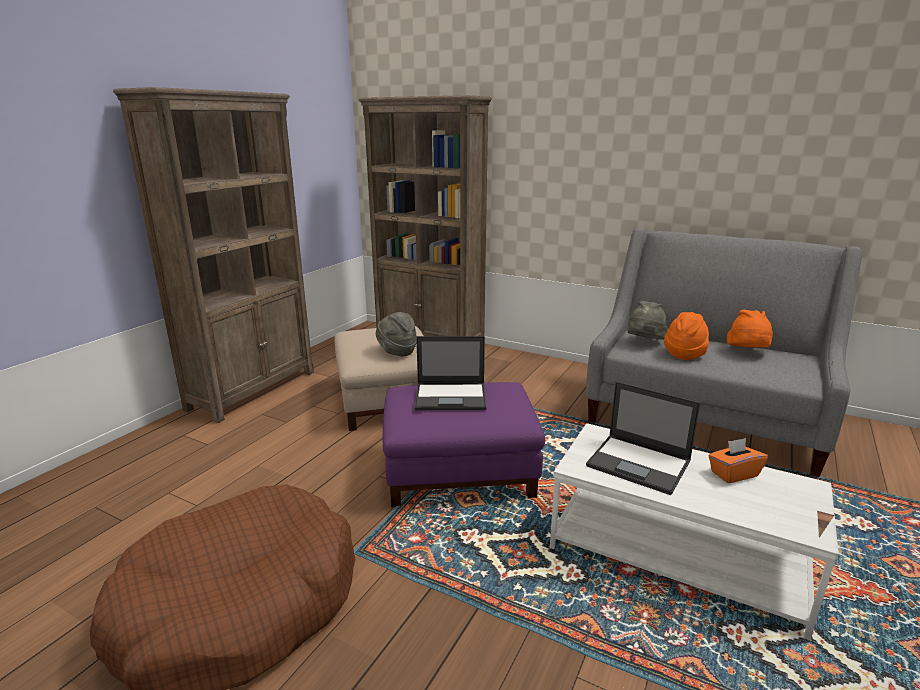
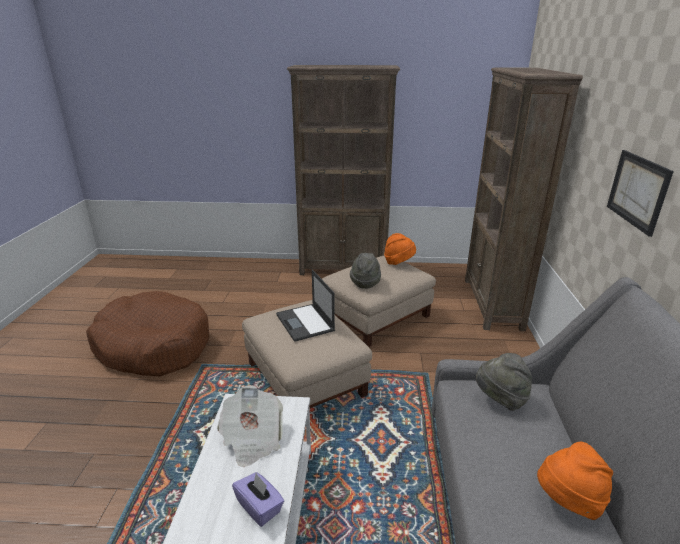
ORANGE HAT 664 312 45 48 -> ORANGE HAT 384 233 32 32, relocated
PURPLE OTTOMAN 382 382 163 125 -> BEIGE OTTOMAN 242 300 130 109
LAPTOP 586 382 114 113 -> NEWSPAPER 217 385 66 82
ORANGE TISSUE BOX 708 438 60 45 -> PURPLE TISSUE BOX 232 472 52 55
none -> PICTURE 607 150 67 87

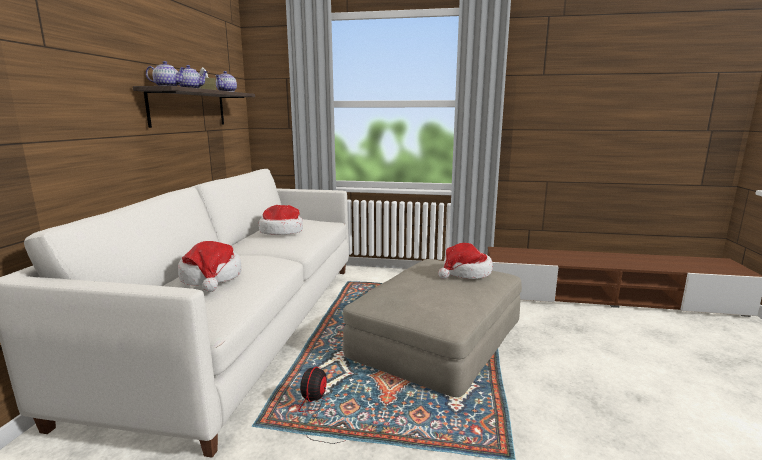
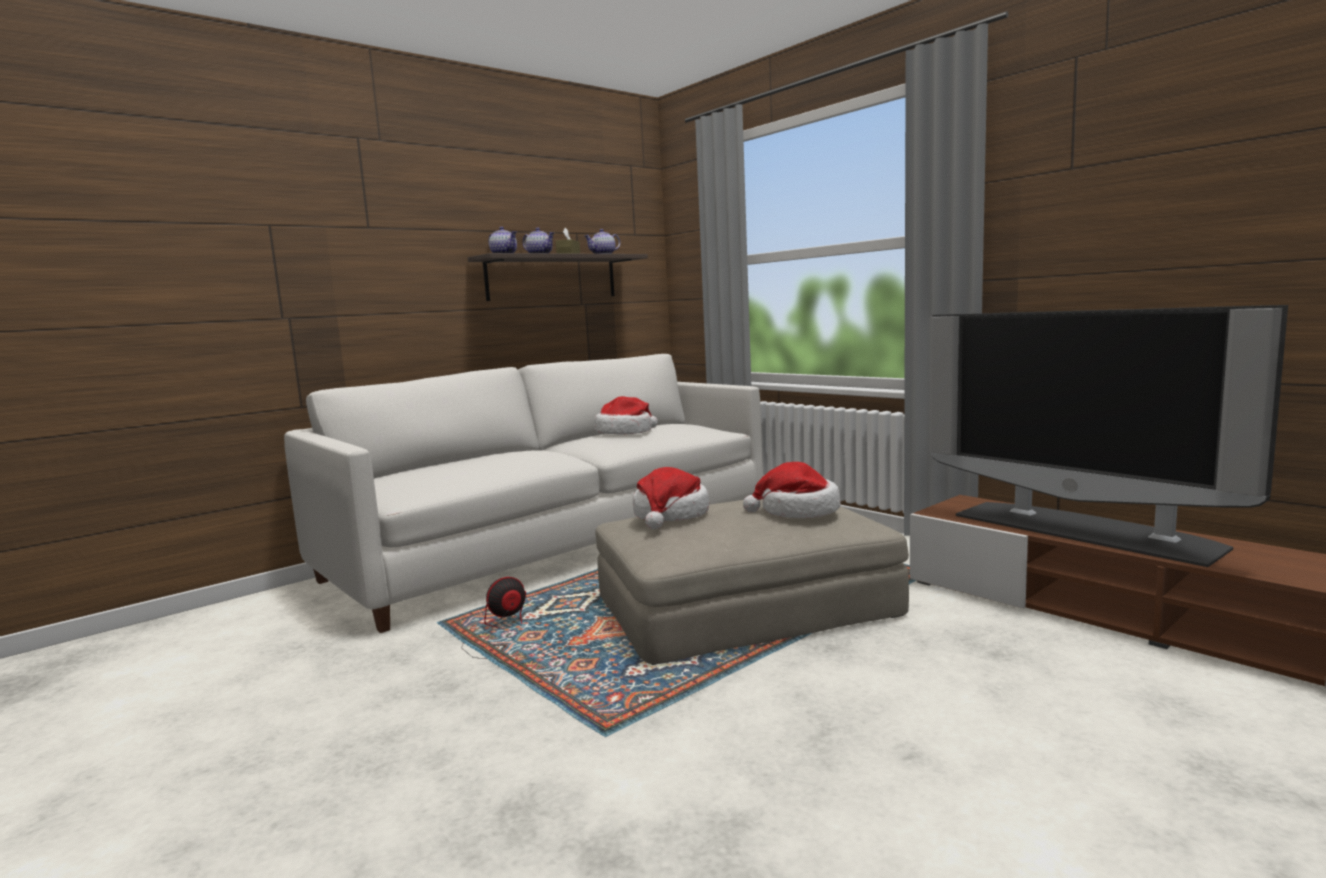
HAT 178 241 64 51 -> HAT 633 467 76 62, relocated
none -> TELEVISION 930 305 358 262

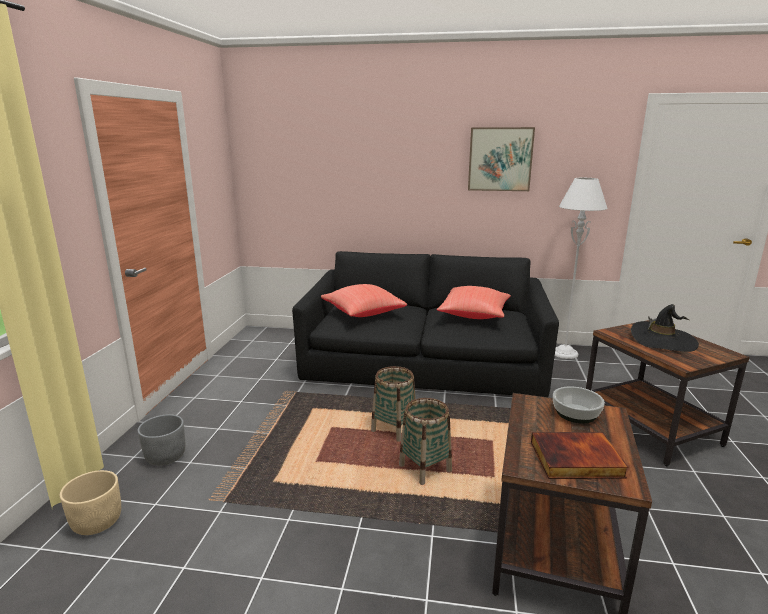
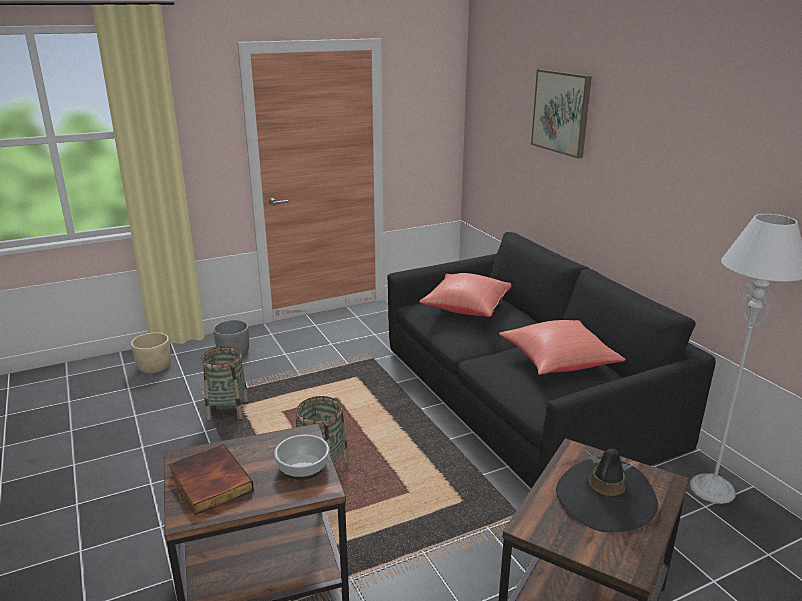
PICTURE 468 127 67 64 -> PICTURE 531 69 61 89, relocated
BASKET 371 366 45 76 -> BASKET 201 346 48 74, relocated

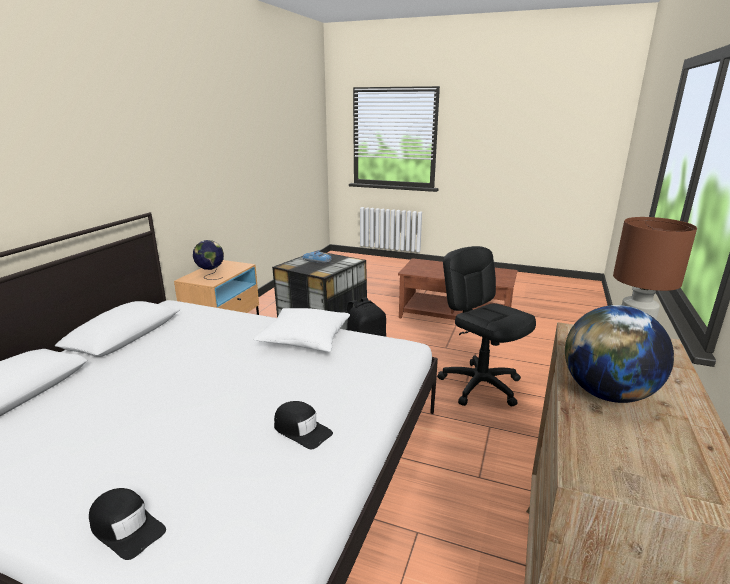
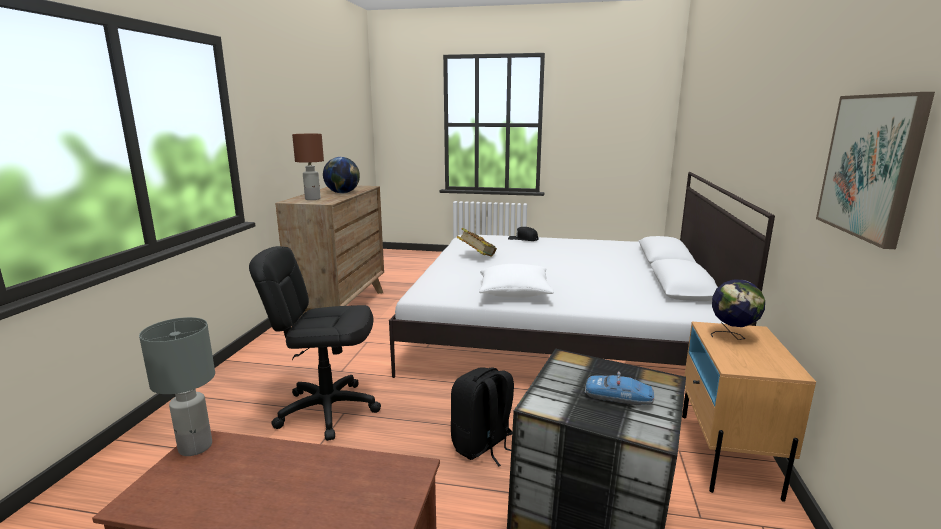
BLACK OFFICE CHAIR 437 246 99 160 -> BLACK OFFICE CHAIR 249 246 132 195, 135 degrees clockwise
BLACK CAP 274 401 59 48 -> BOOK 457 228 40 29
none -> PICTURE 816 92 119 157
none -> GREY TABLE LAMP 139 317 76 139

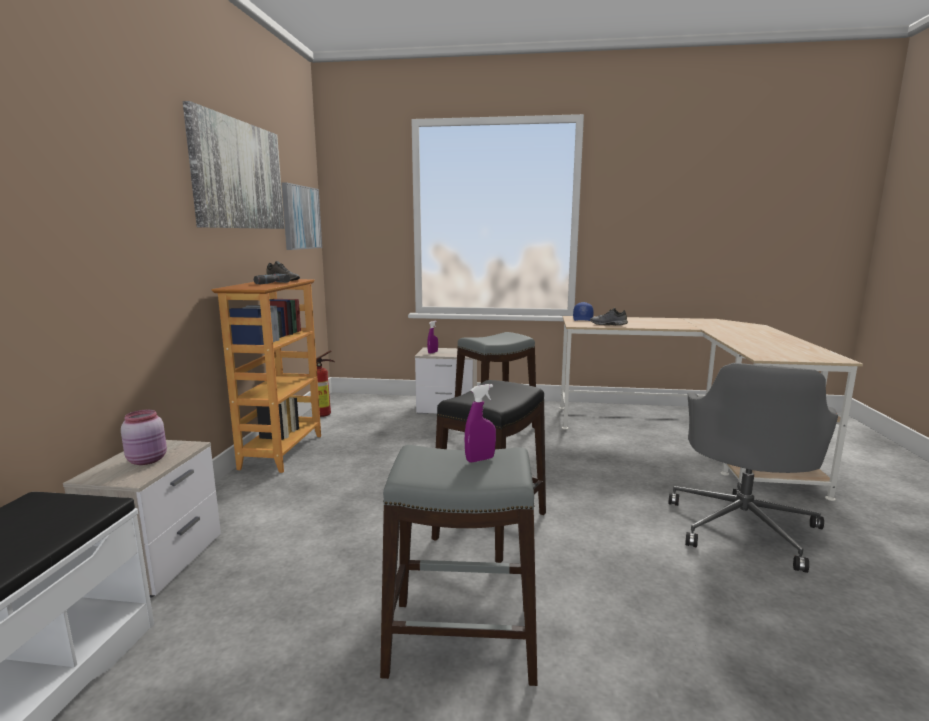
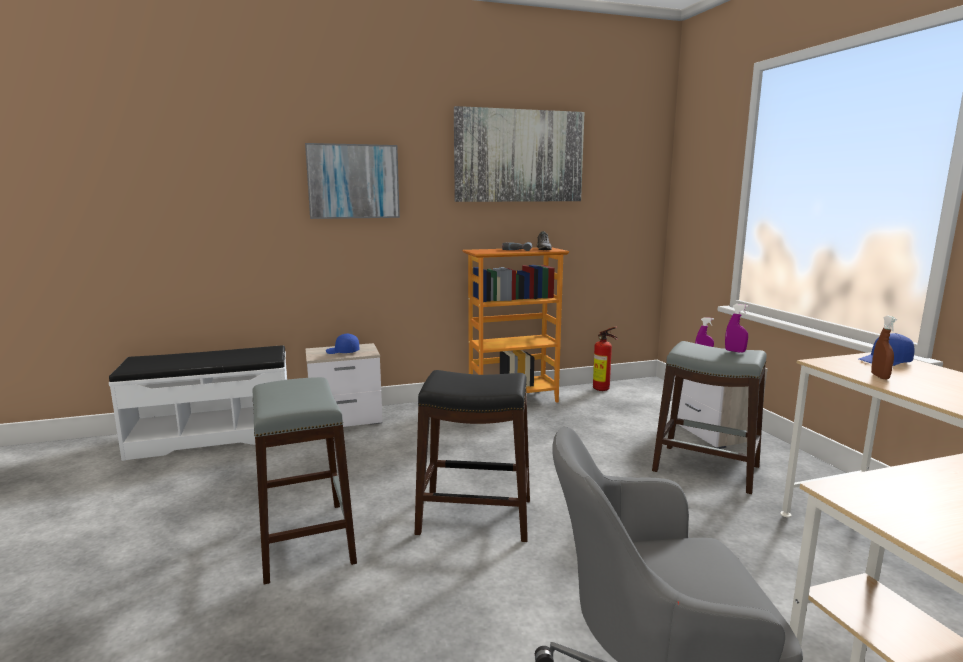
PICTURE 282 182 40 68 -> PICTURE 305 143 95 76, relocated
GREY SHOE 590 308 38 17 -> BROWN SPRAY BOTTLE 871 316 26 63
PURPLE SPRAY BOTTLE 465 384 31 79 -> PURPLE SPRAY BOTTLE 725 304 24 49, relocated
PINK JAR 121 410 46 55 -> BLUE CAP 326 334 33 20

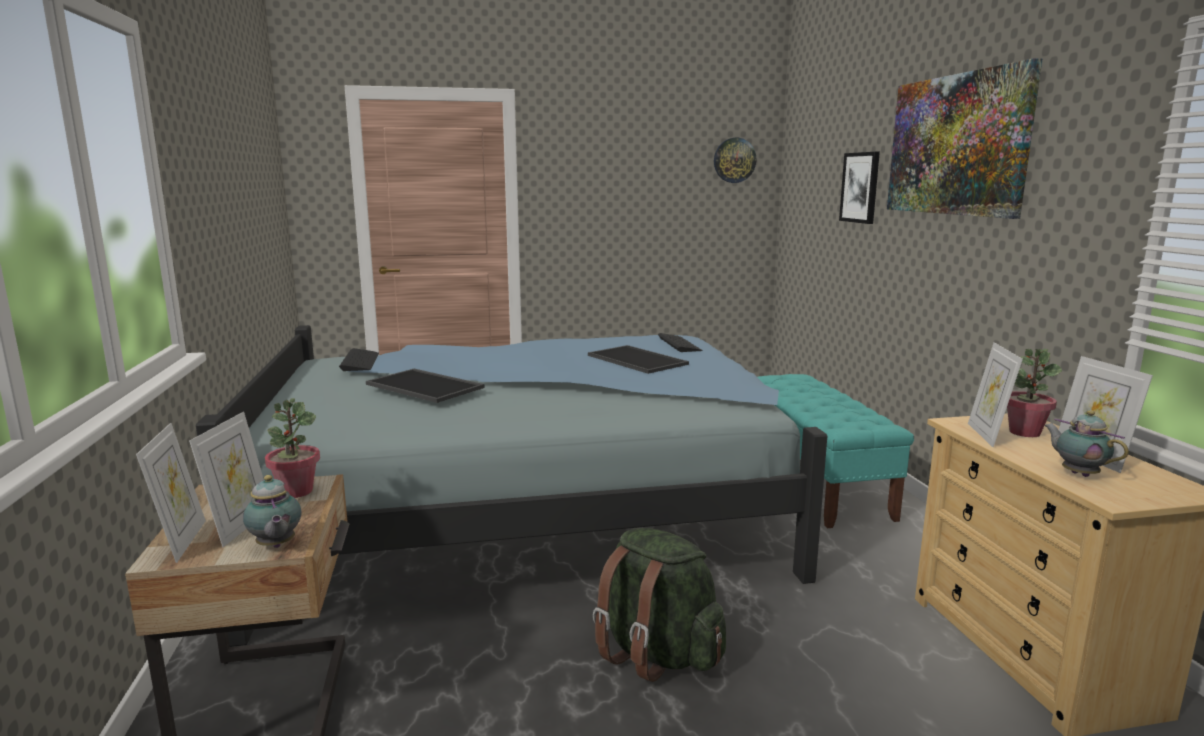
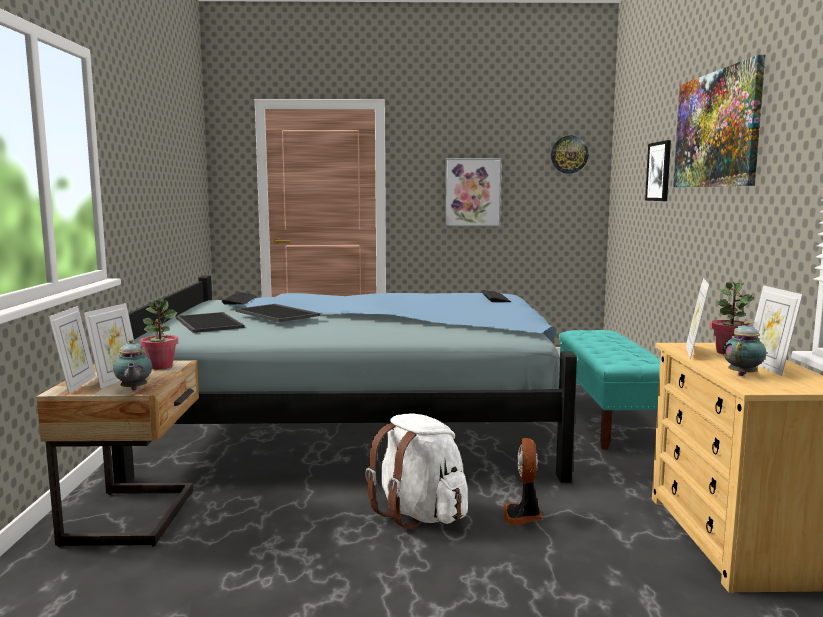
TRAY 588 345 101 29 -> TRAY 176 312 69 21, relocated
TEAPOT 1044 410 85 67 -> TEAPOT 723 321 43 55, 60 degrees clockwise
GREEN BACKPACK 593 528 133 154 -> WHITE BACKPACK 365 413 103 116
none -> PICTURE 445 158 57 69
none -> FAN 503 438 40 87

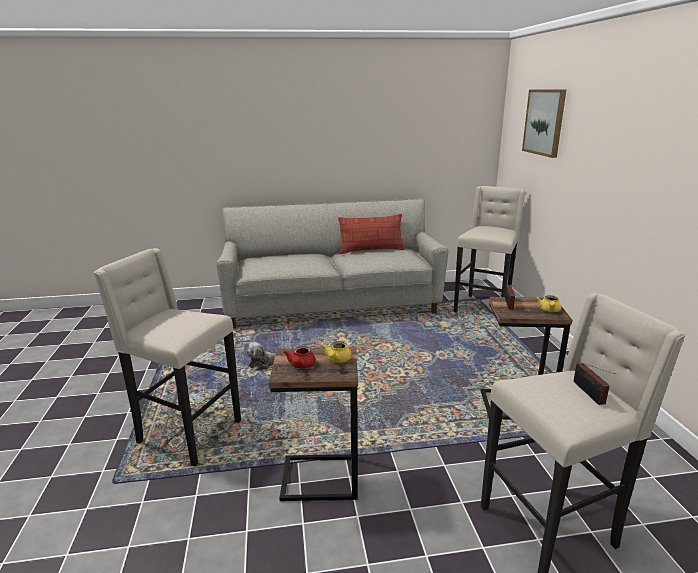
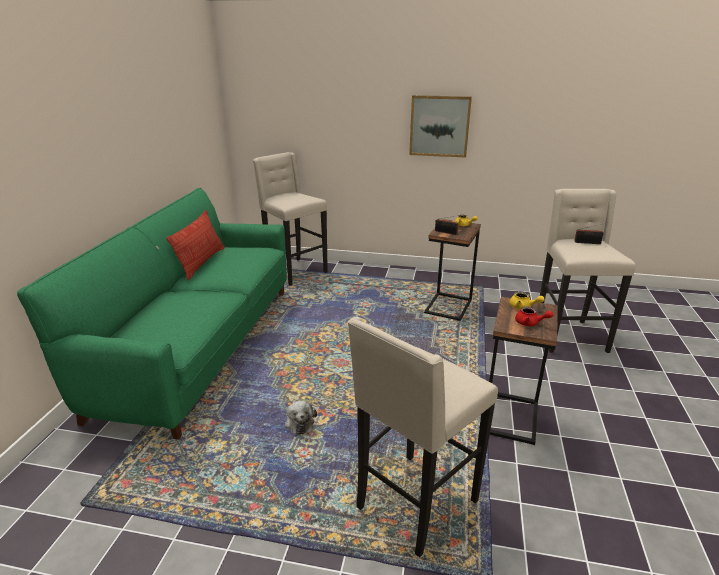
PICTURE 522 90 44 68 -> PICTURE 409 95 63 62, relocated
GREY SOFA 216 199 232 130 -> GREEN SOFA 17 188 270 252

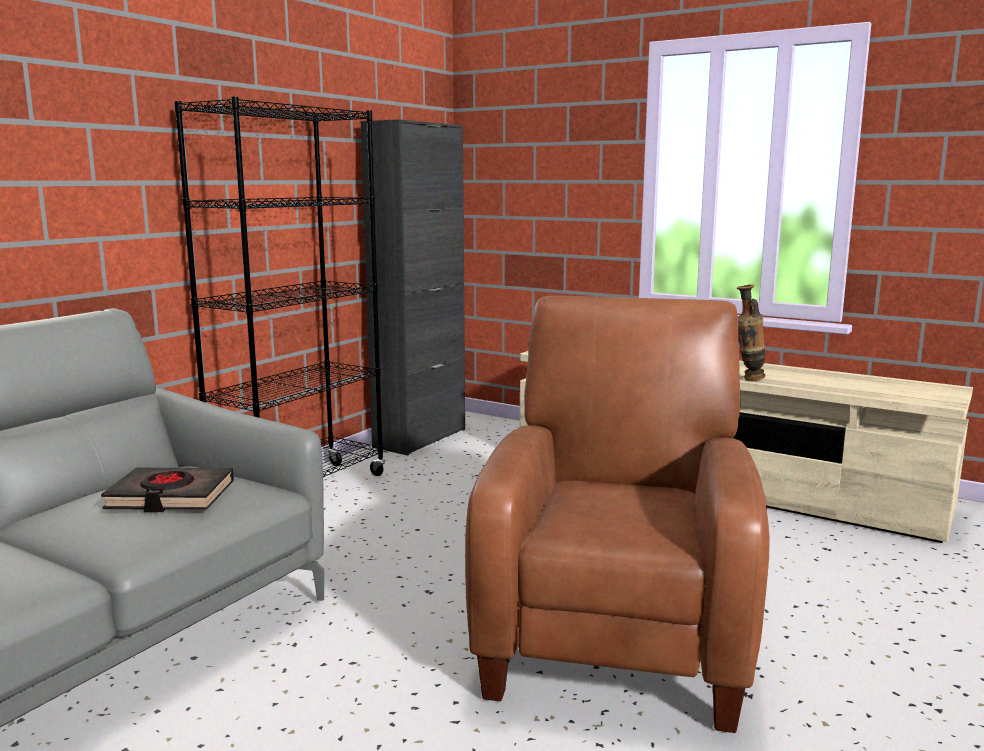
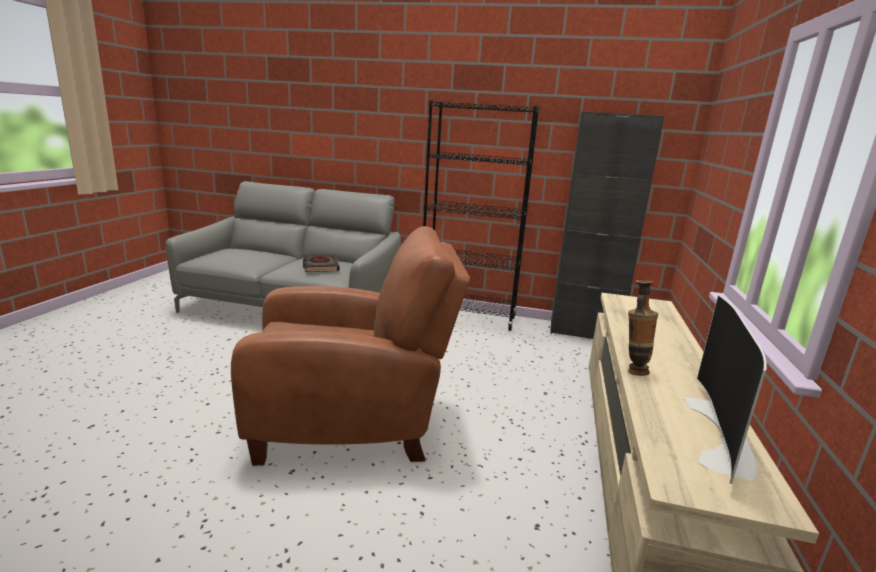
none -> TELEVISION 683 295 84 189

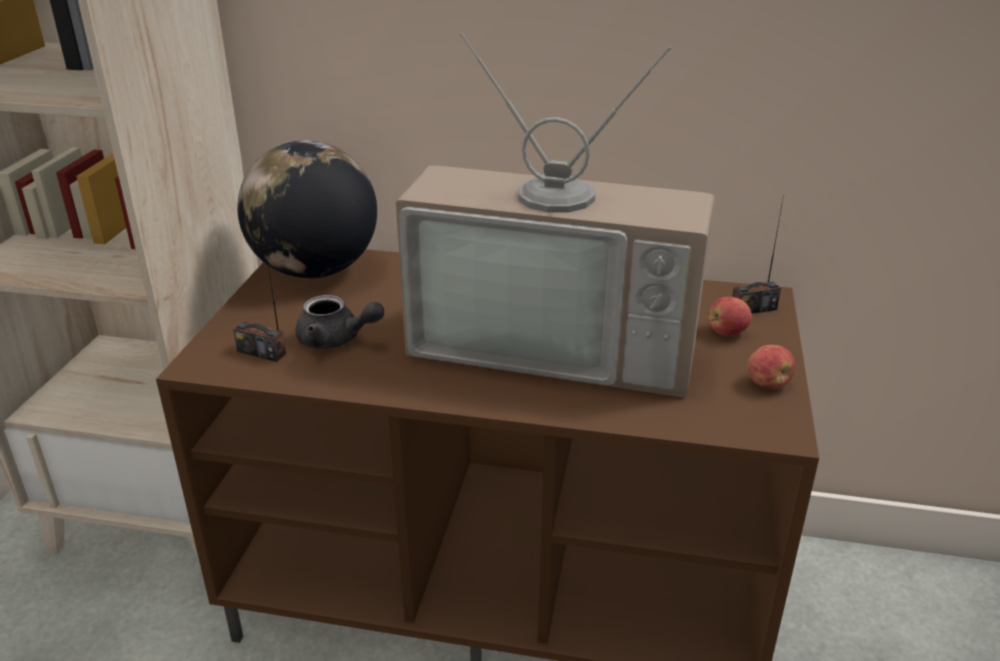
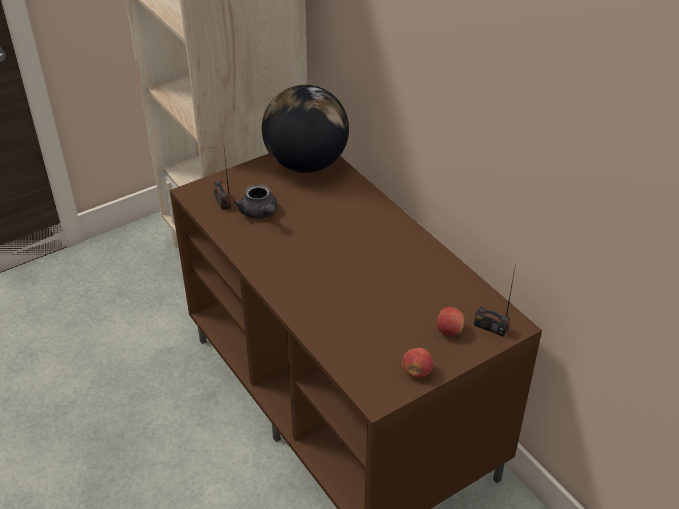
TELEVISION 396 33 318 364 -> none

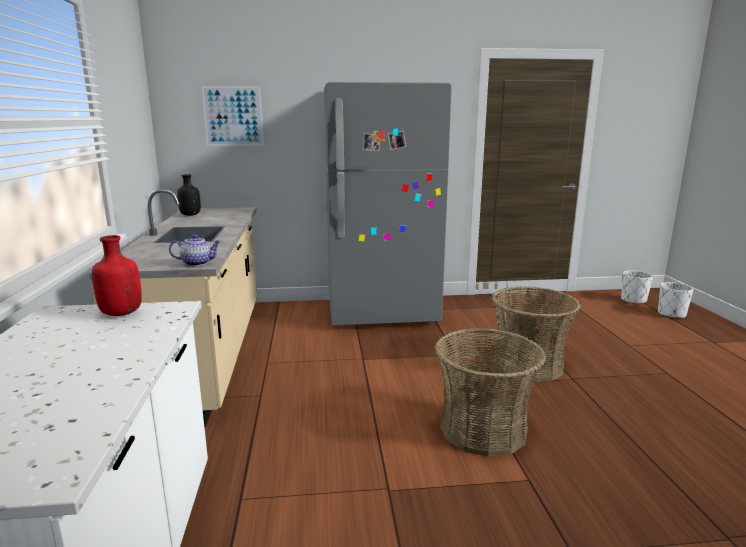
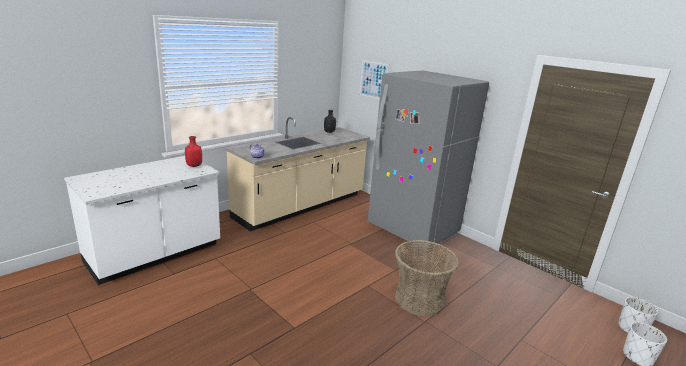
BASKET 435 328 111 129 -> none

